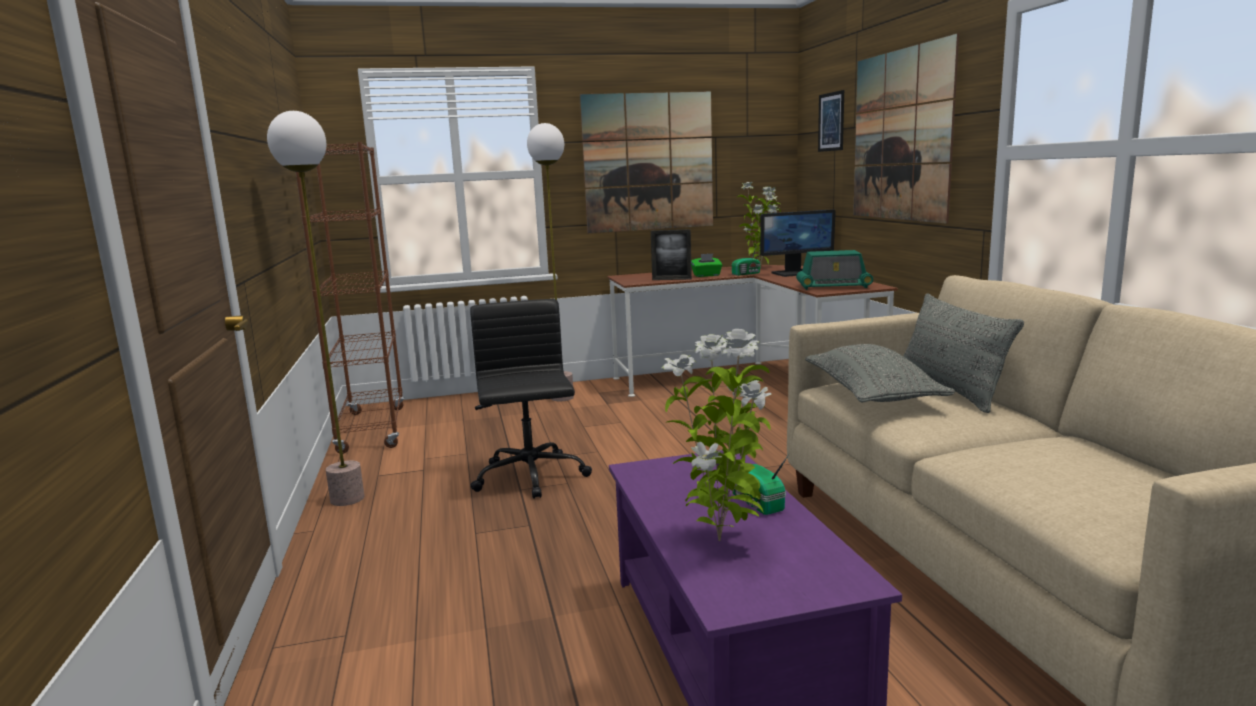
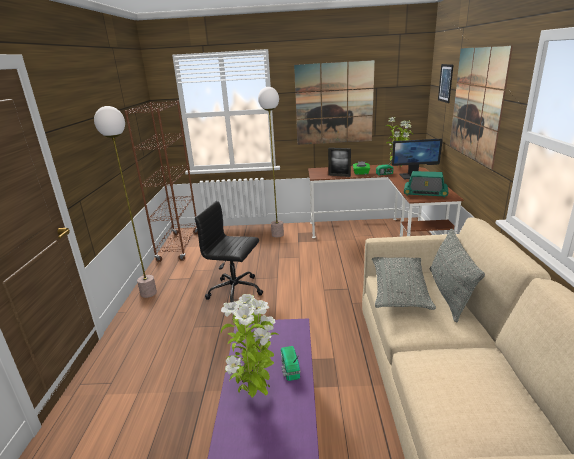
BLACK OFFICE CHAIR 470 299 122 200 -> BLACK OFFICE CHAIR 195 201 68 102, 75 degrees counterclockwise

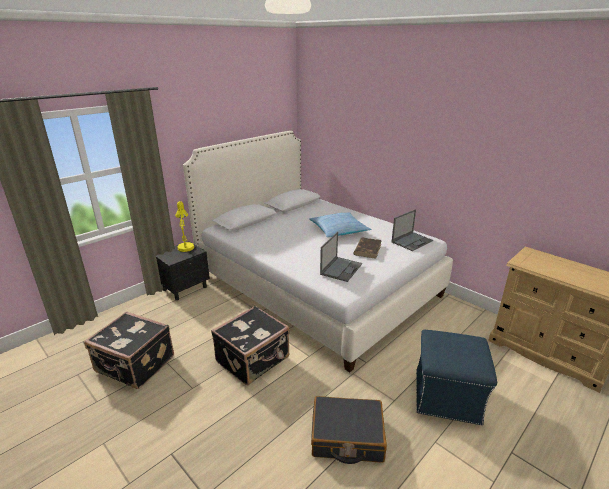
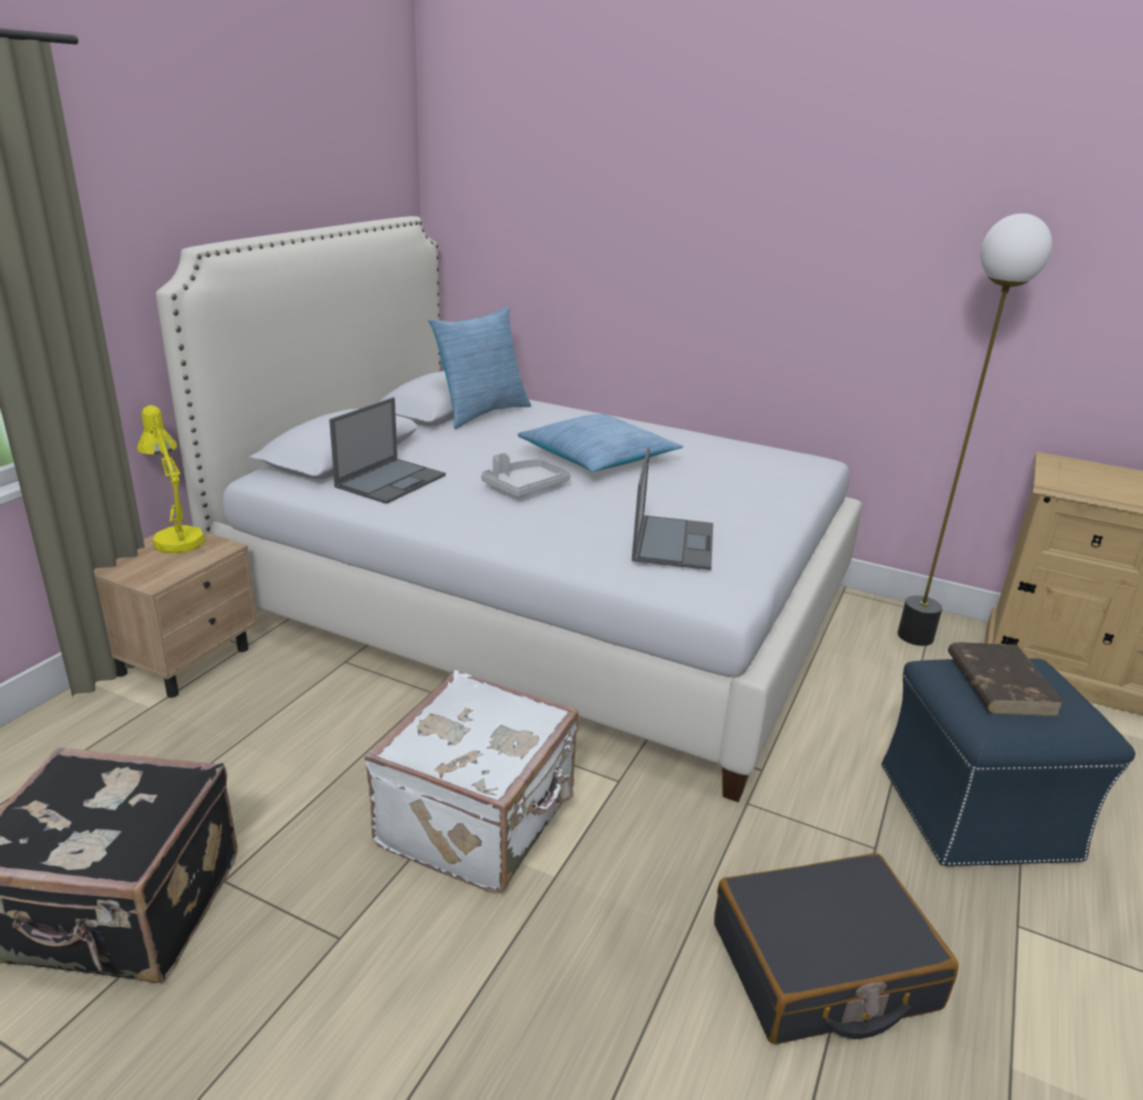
LAPTOP 392 209 41 42 -> LAPTOP 329 397 117 107, relocated
BROWN BOOK 353 238 29 21 -> BROWN BOOK 948 642 116 74, relocated
BLACK NIGHTSTAND 156 241 54 60 -> BEIGE NIGHTSTAND 94 524 164 174
BLACK SUITCASE 211 306 79 79 -> WHITE SUITCASE 365 670 214 223
none -> FLOOR LAMP 898 213 154 433
none -> PILLOW 428 306 103 123
none -> GREY TRAY 481 452 90 45

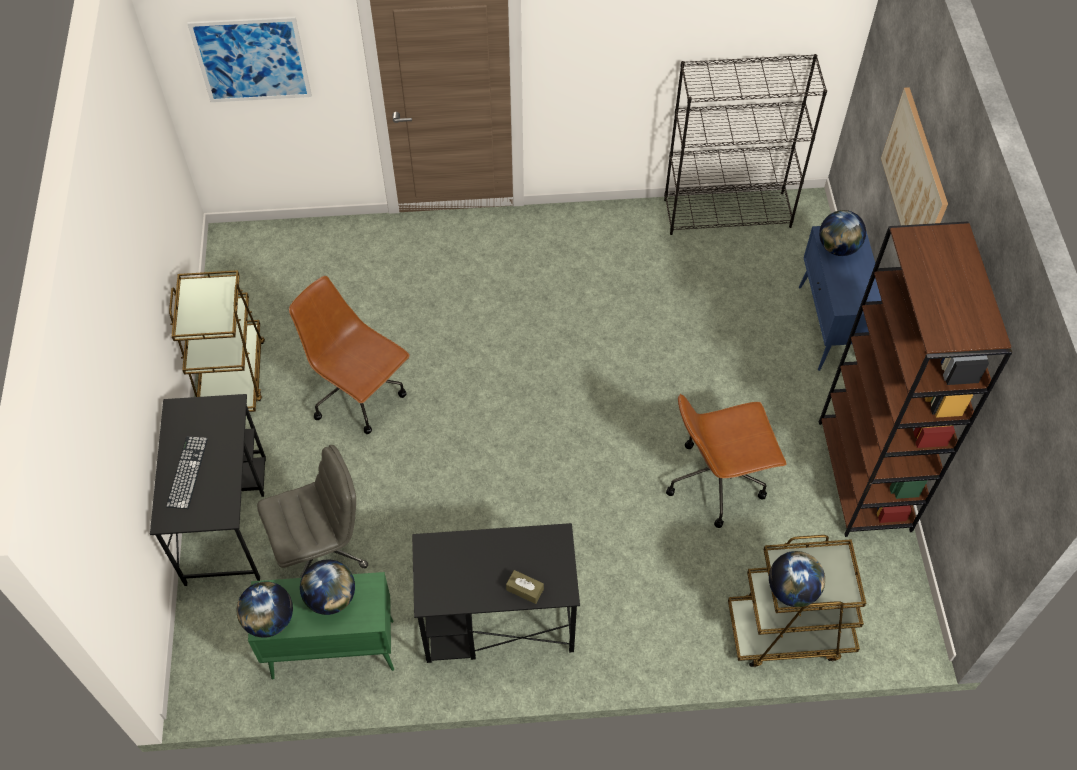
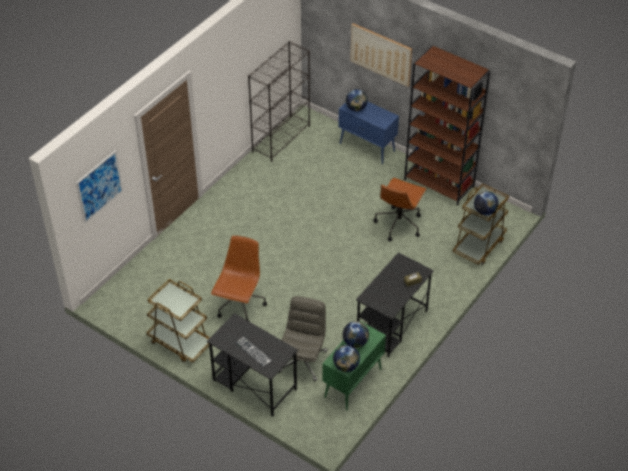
BROWN OFFICE CHAIR 289 276 121 158 -> BROWN OFFICE CHAIR 211 235 56 86, 120 degrees clockwise

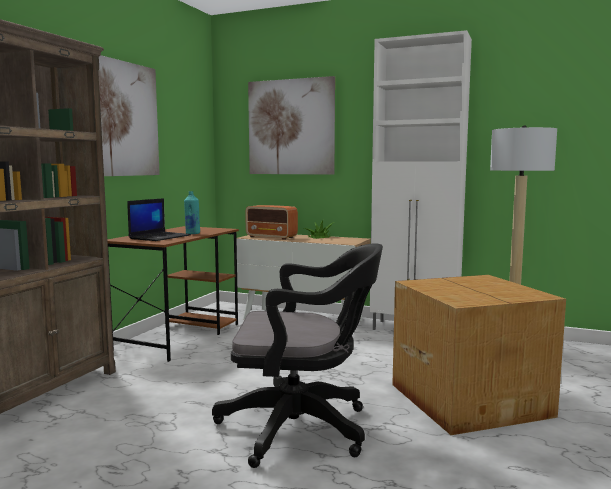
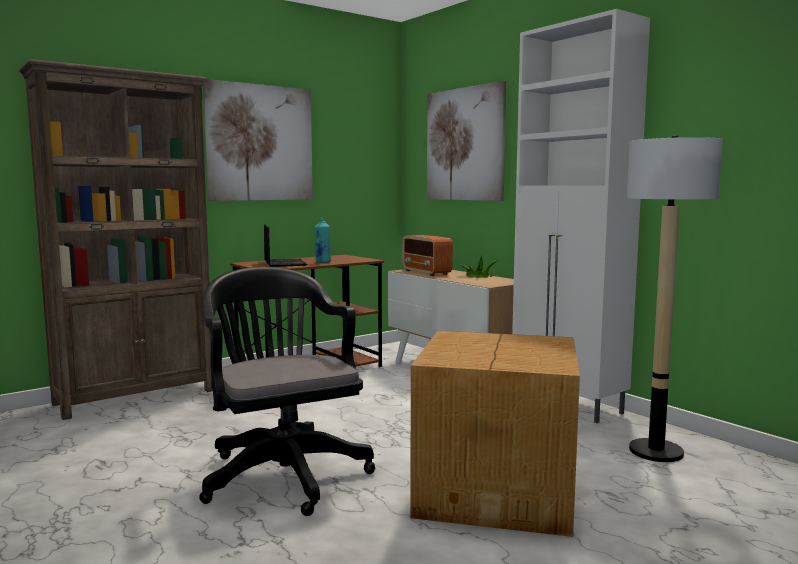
LAPTOP 127 198 64 43 -> LAPTOP 264 224 44 43, 75 degrees counterclockwise
BLACK OFFICE CHAIR 212 243 171 225 -> BLACK OFFICE CHAIR 199 267 176 249, 150 degrees counterclockwise

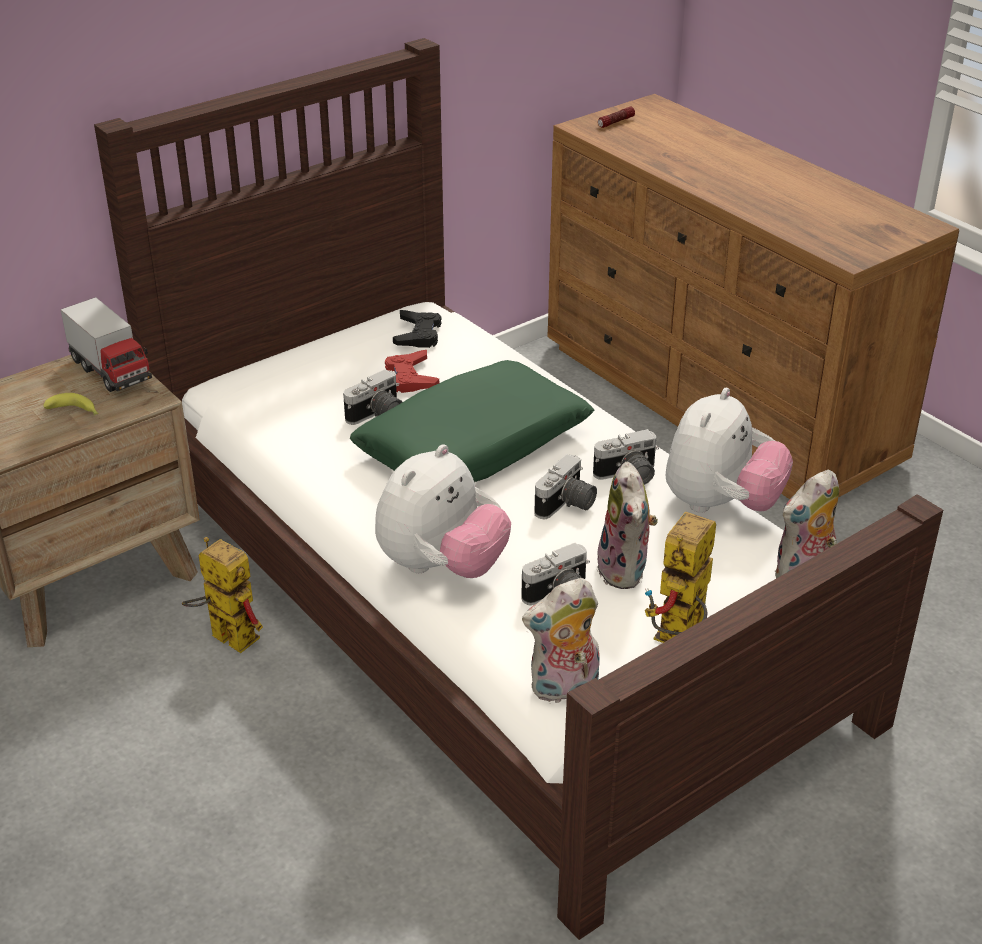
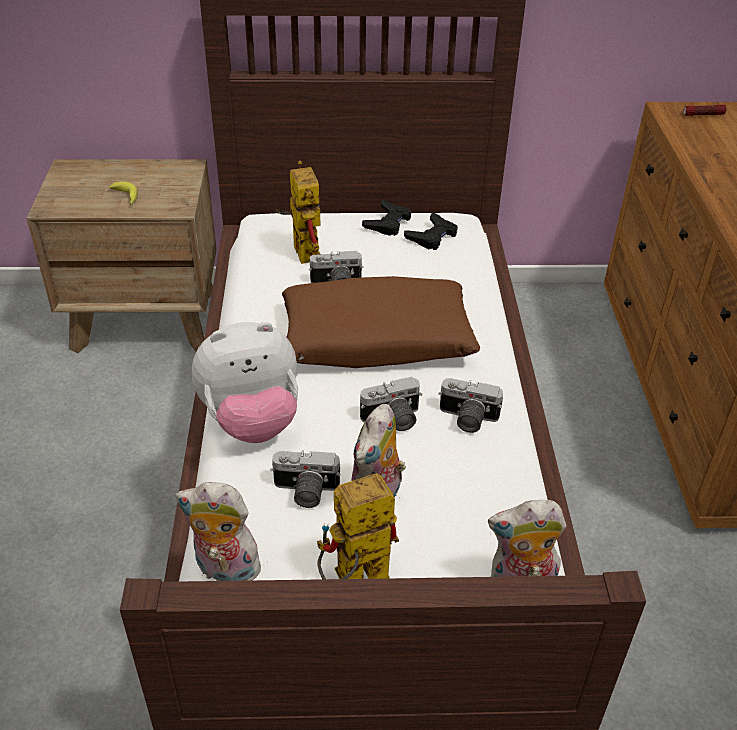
TOY TRUCK 60 297 92 95 -> none
RED GAME CONTROLLER 385 350 54 43 -> none
GREEN PILLOW 350 360 244 122 -> BROWN PILLOW 282 276 198 92
PLUSH TOY 666 388 127 125 -> none
TOY ROBOT 182 537 81 116 -> TOY ROBOT 275 161 46 103, relocated
none -> BLACK GAME CONTROLLER 362 200 49 36

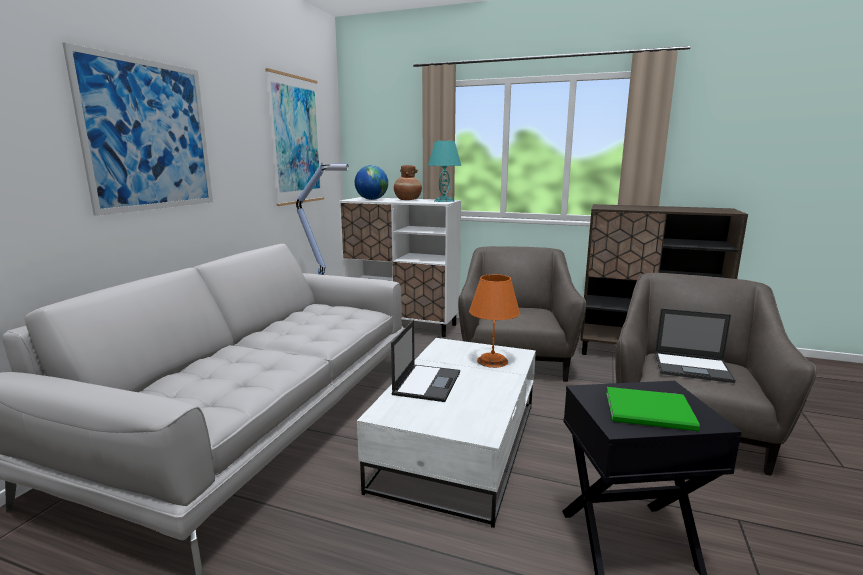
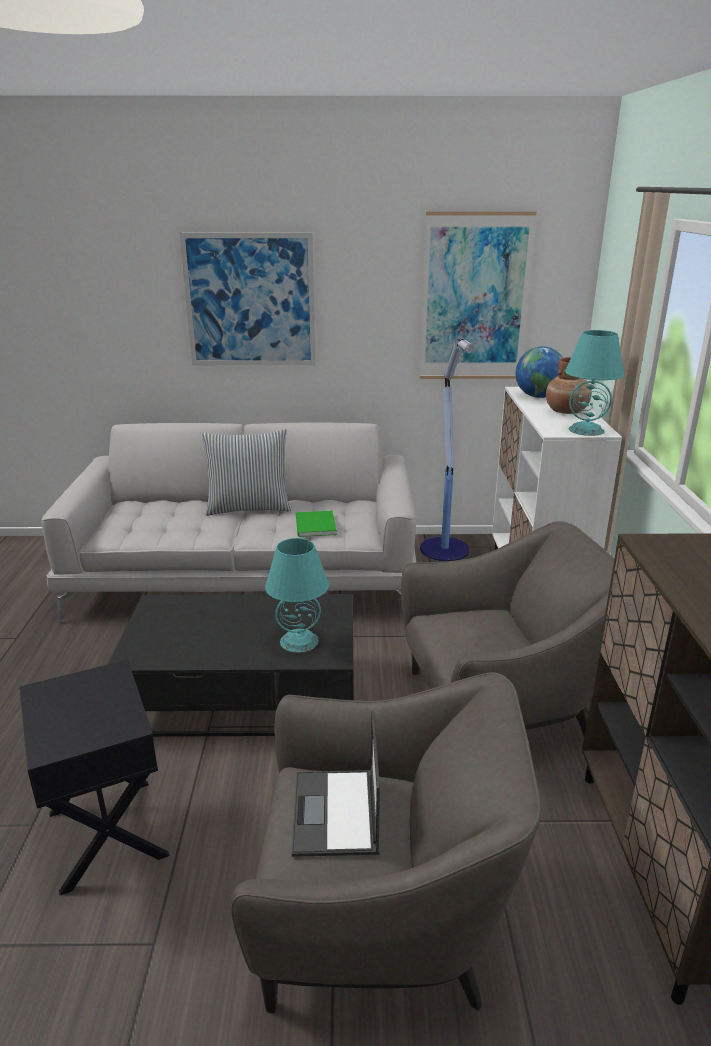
ORANGE TABLE LAMP 469 274 51 94 -> TURQUOISE TABLE LAMP 265 538 64 115
LAPTOP 391 320 69 82 -> none
WHITE COFFEE TABLE 357 338 179 190 -> BLACK COFFEE TABLE 107 594 246 143
GREEN BOOK 606 387 94 44 -> GREEN BOOK 296 511 41 26, relocated
none -> PILLOW 202 429 89 87

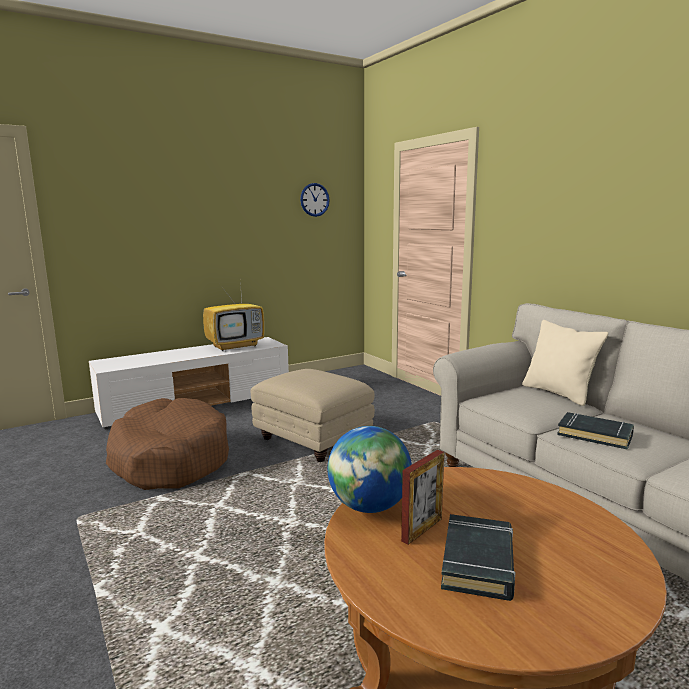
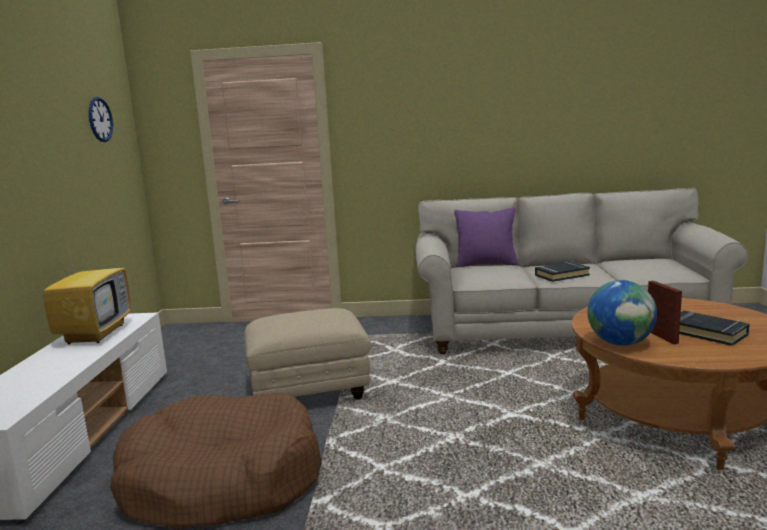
BEIGE PILLOW 522 320 86 86 -> PURPLE PILLOW 454 207 64 60

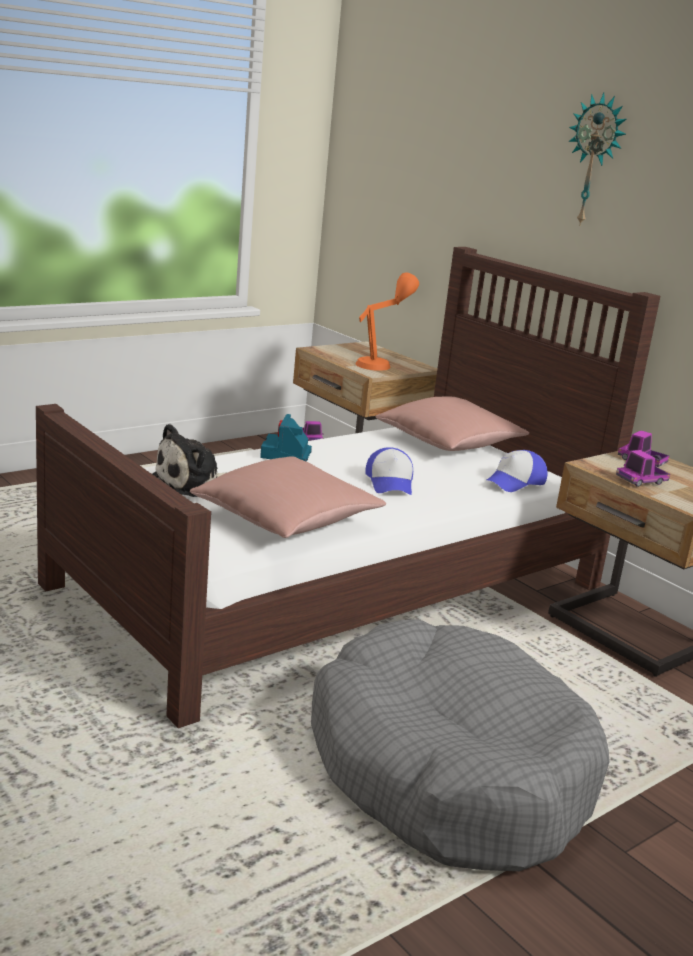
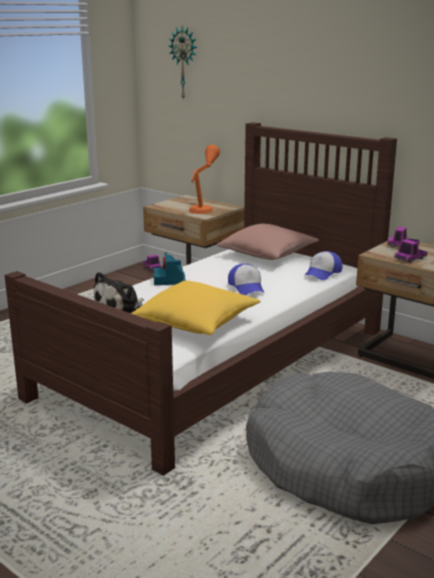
WALL CLOCK 569 92 57 133 -> WALL CLOCK 168 26 29 73, relocated
PINK PILLOW 190 457 196 81 -> YELLOW PILLOW 131 280 129 55

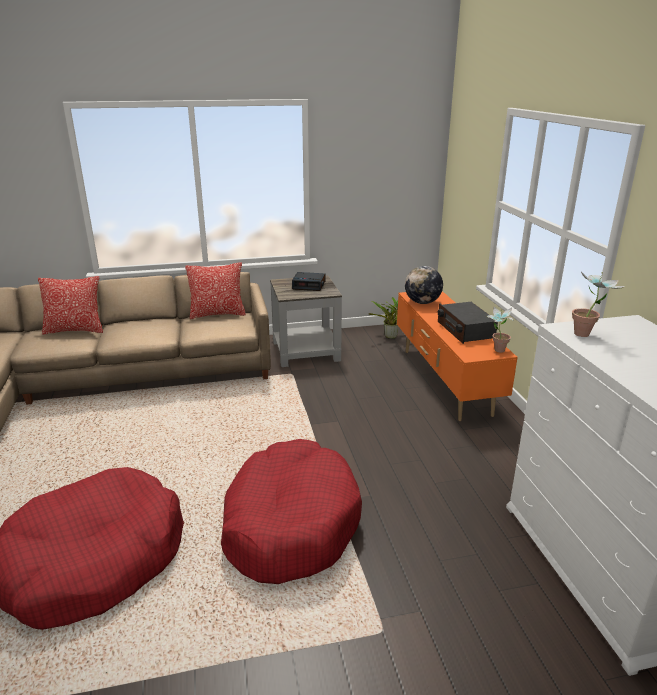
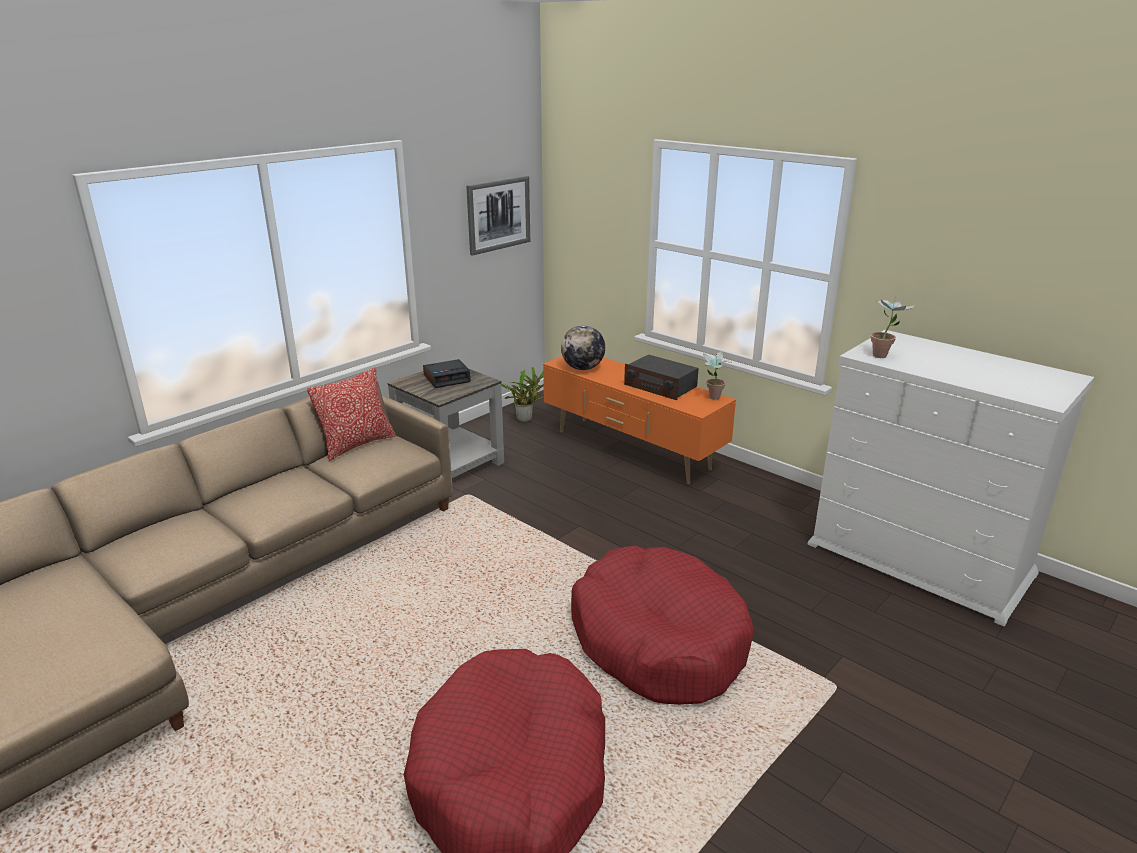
PILLOW 38 276 65 59 -> none
none -> PICTURE 466 176 64 80

